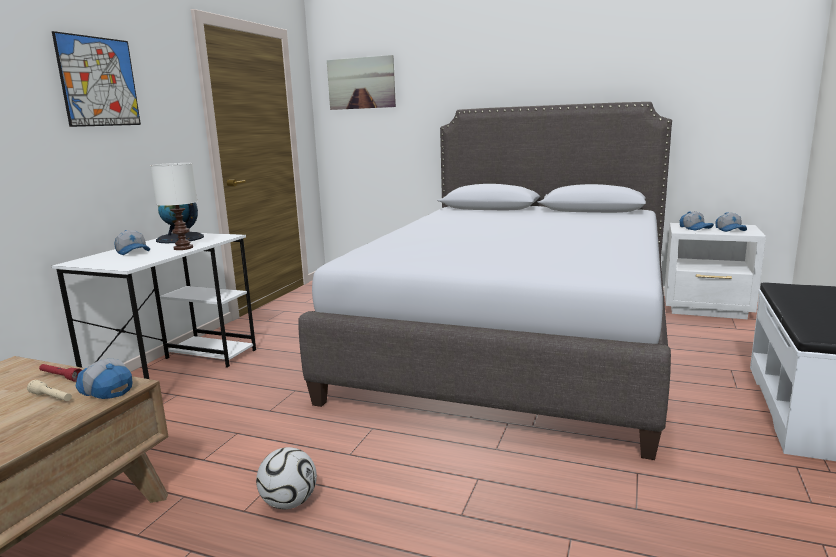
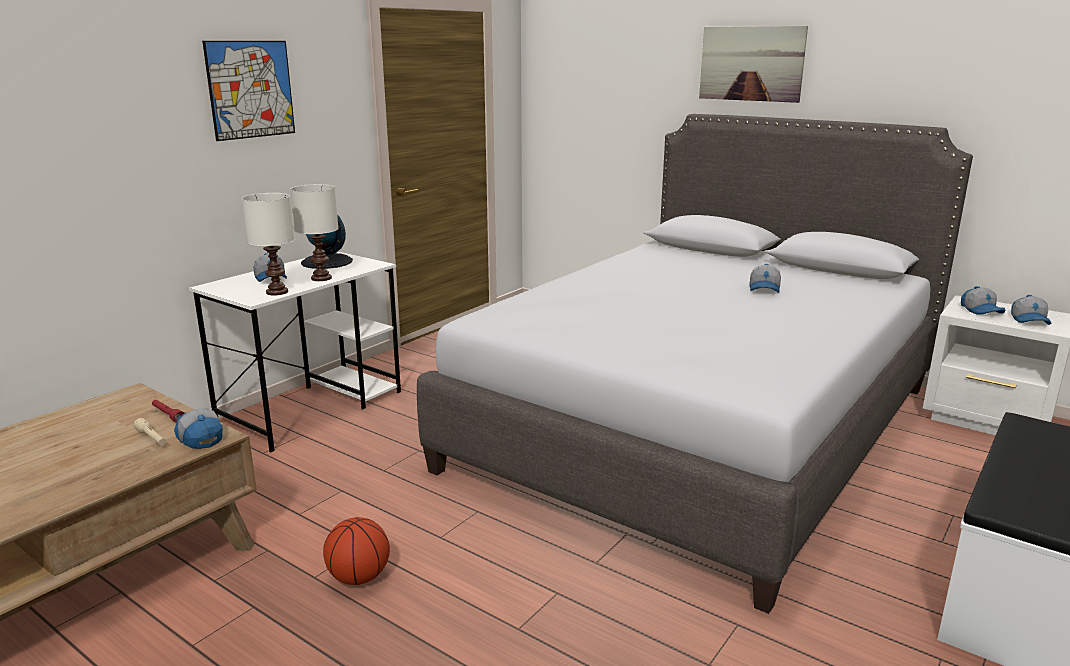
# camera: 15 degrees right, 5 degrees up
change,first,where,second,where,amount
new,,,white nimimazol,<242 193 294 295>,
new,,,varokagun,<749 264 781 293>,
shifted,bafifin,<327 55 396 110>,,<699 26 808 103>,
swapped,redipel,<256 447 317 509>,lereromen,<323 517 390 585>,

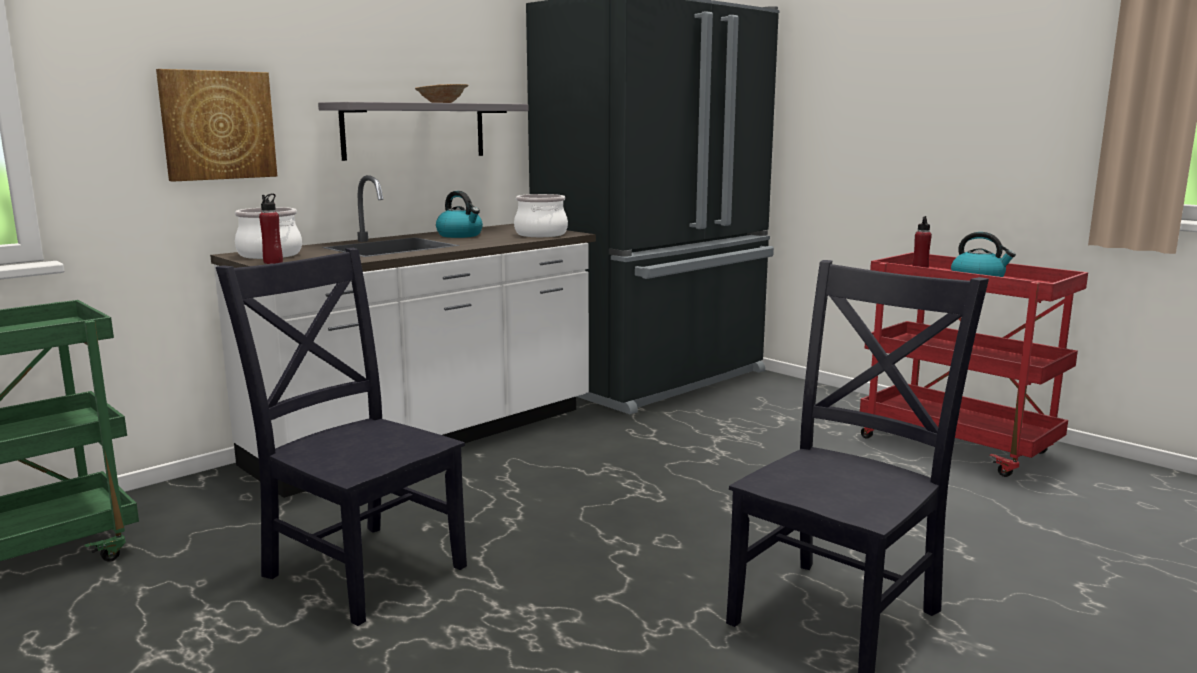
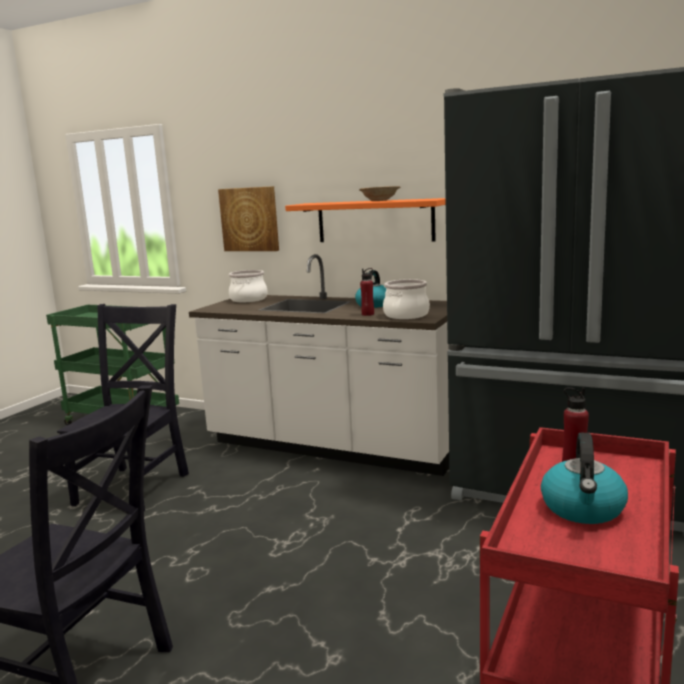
# camera: 70 degrees right, 0 degrees up
change,first,where,second,where,amount
shifted,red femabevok,<259 194 283 264>,,<360 268 374 316>,
repainted,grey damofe,<318 102 529 161>,orange damofe,<285 198 446 242>,

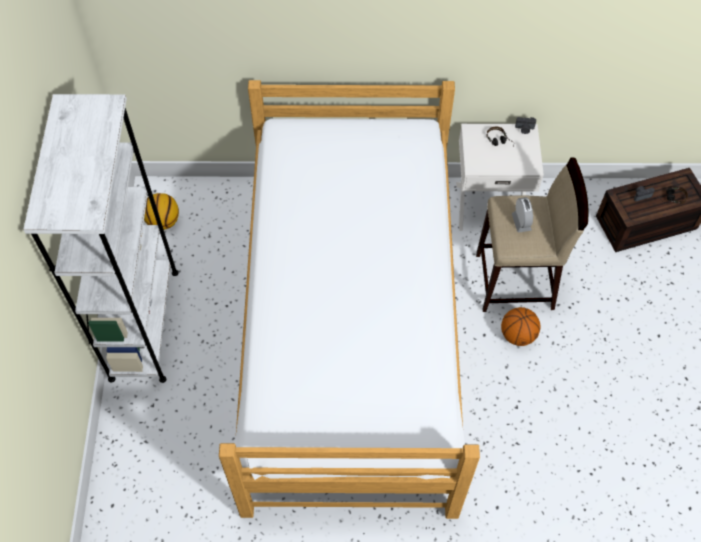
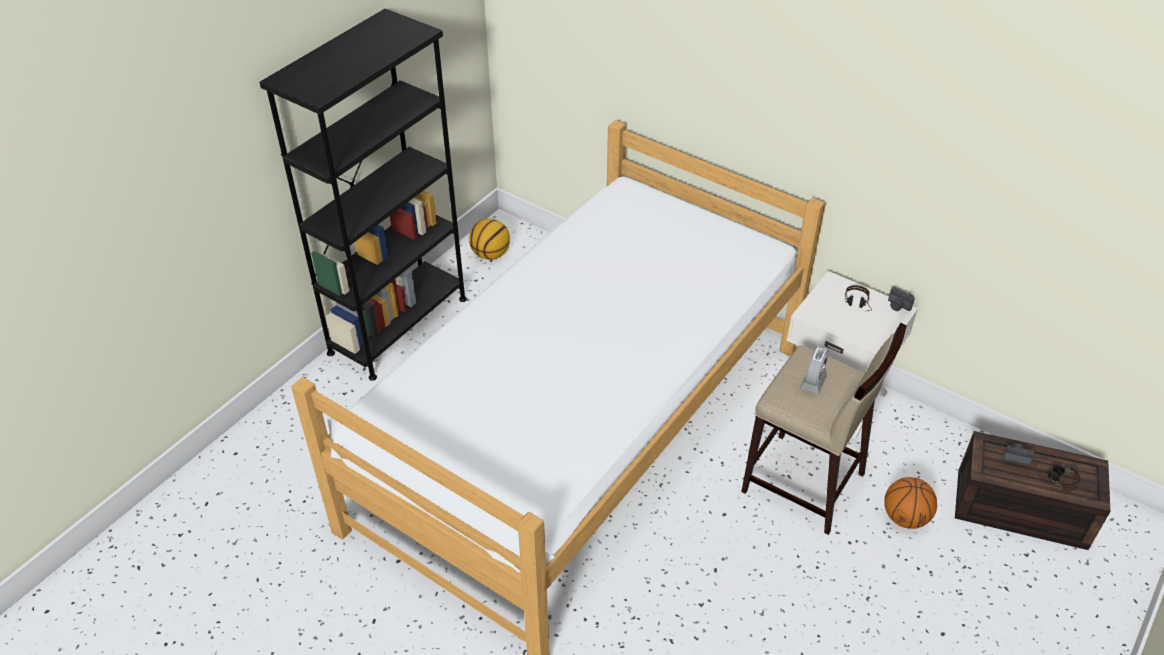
# camera: 35 degrees right, 15 degrees down
change,first,where,second,where,amount
shifted,lereromen,<501 307 540 346>,,<884 477 937 529>,
repainted,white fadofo,<23 94 179 383>,black fadofo,<259 9 467 381>,

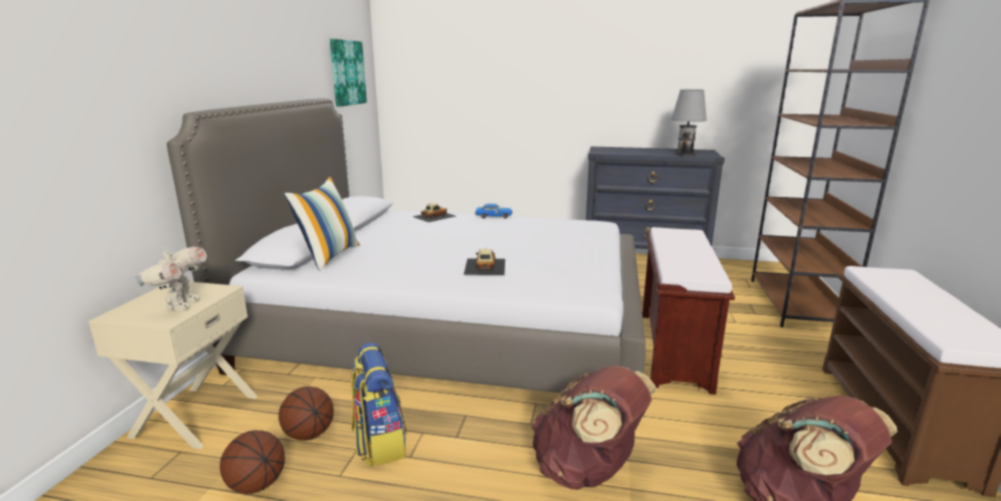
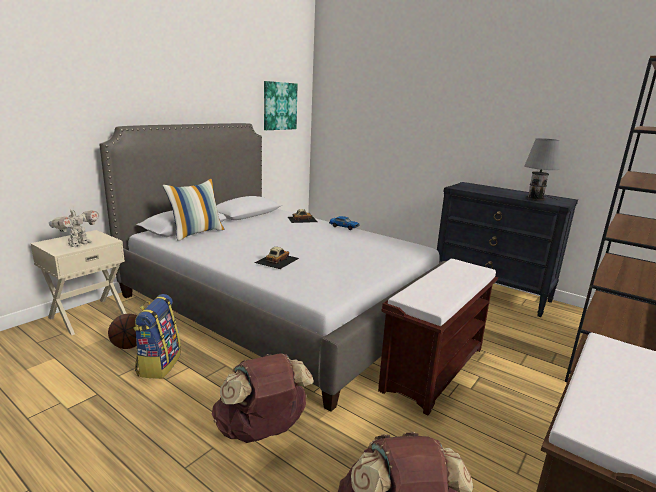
# camera: 25 degrees right, 0 degrees up
change,first,where,second,where,amount
gone,lereromen,<220 430 285 494>,,,

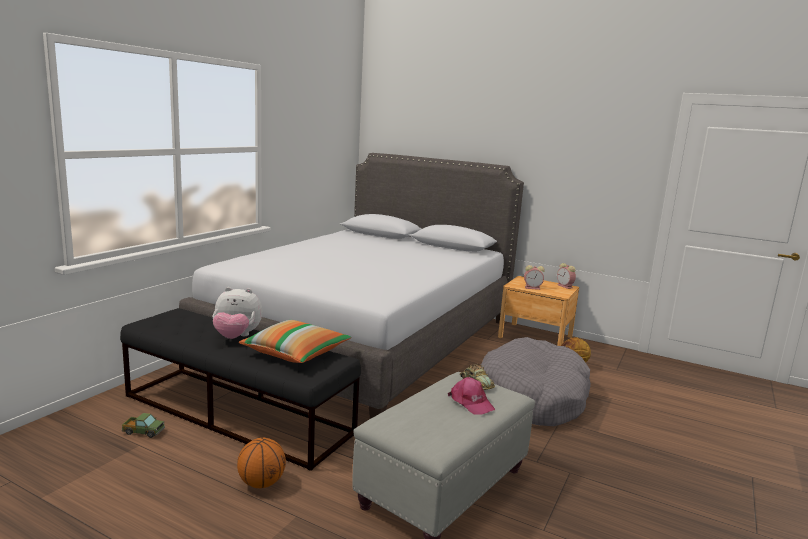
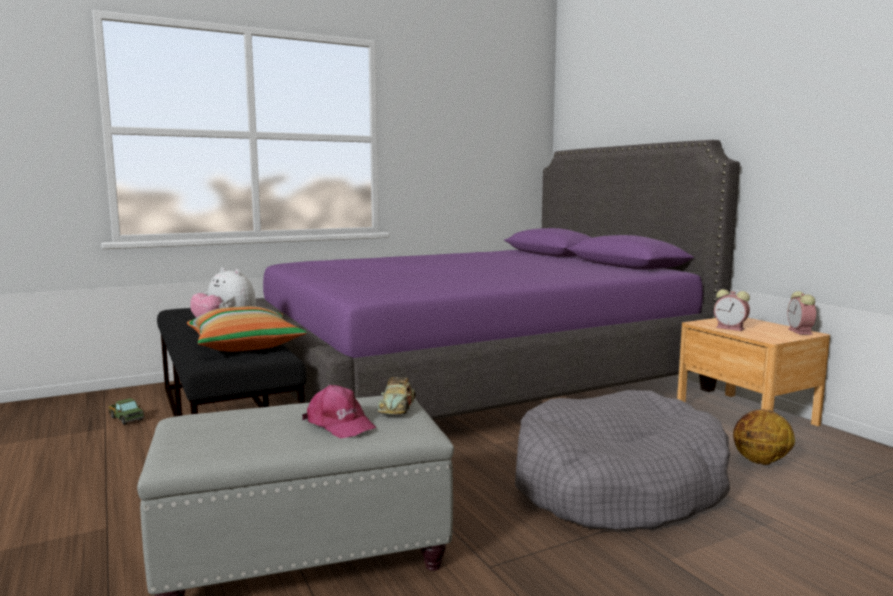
# camera: 35 degrees right, 5 degrees down
change,first,where,second,where,amount
gone,lereromen,<237 438 286 488>,,,
repainted,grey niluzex,<179 153 524 419>,purple niluzex,<256 140 740 420>,
rotated,pink varokagun,<448 377 495 414>,,<302 385 377 438>,45 degrees counterclockwise

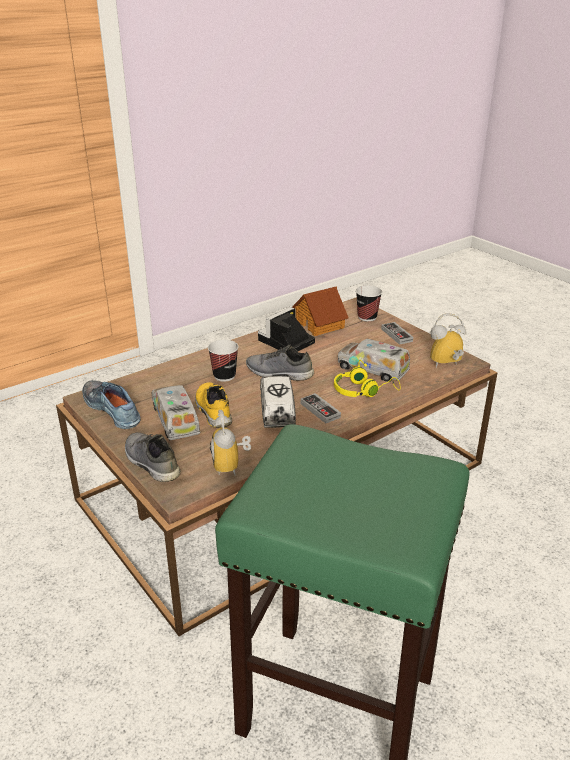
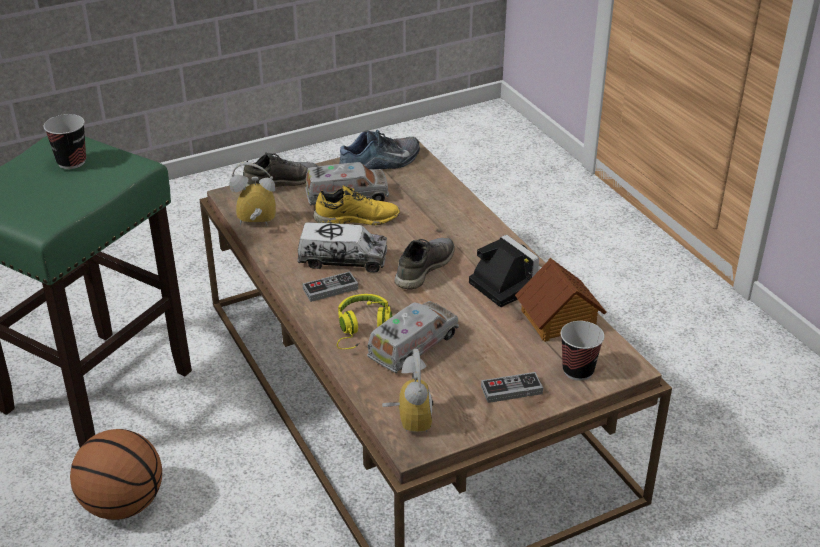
# camera: 100 degrees right, 5 degrees up
change,first,where,second,where,amount
new,,,lereromen,<70 429 162 520>,
shifted,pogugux,<208 340 239 382>,,<44 114 86 169>,

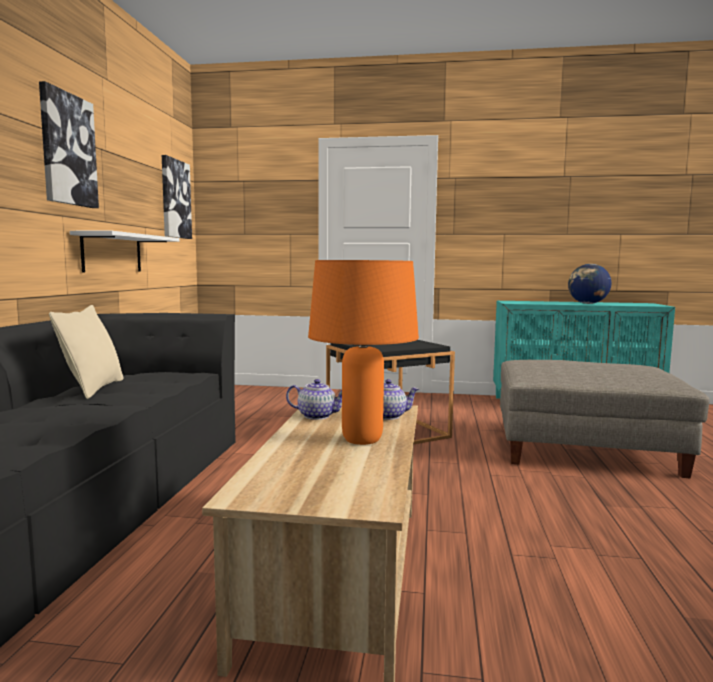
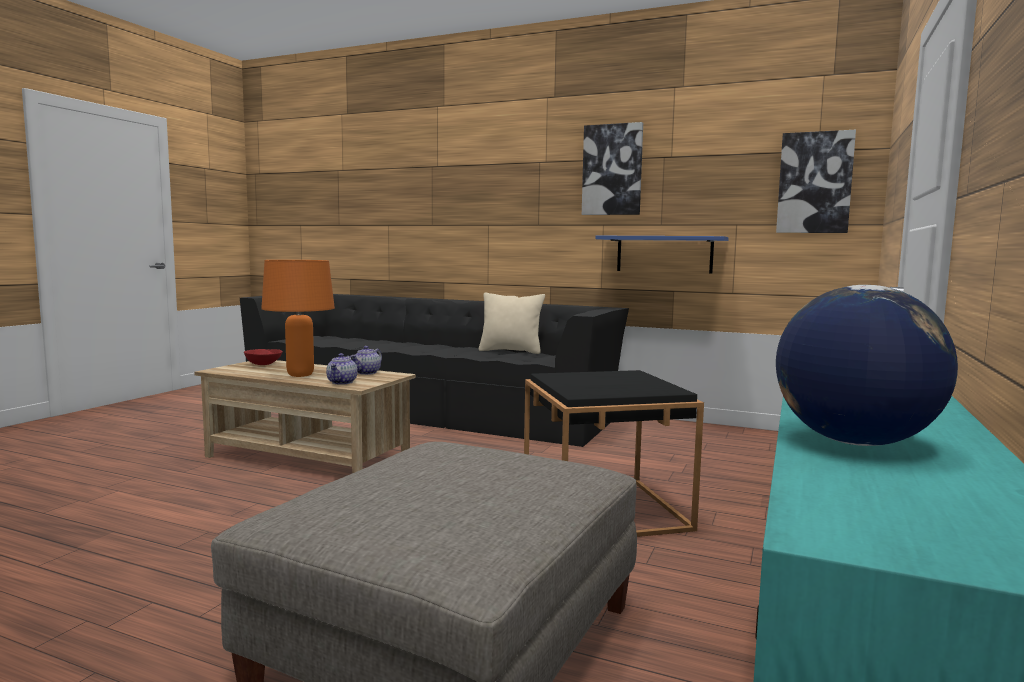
# camera: 105 degrees right, 0 degrees up
change,first,where,second,where,amount
new,,,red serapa,<244 349 283 365>,
repainted,white damofe,<70 231 179 272>,blue damofe,<596 236 729 273>,

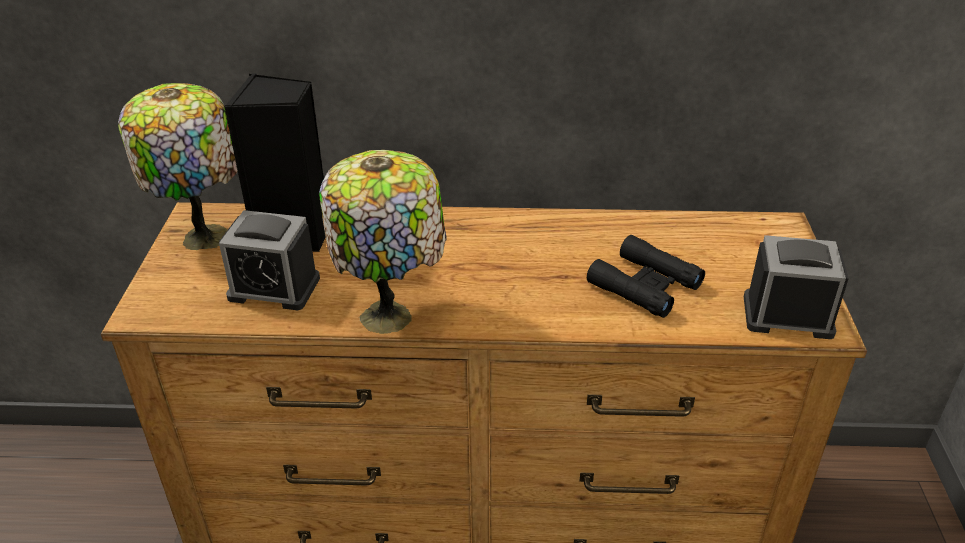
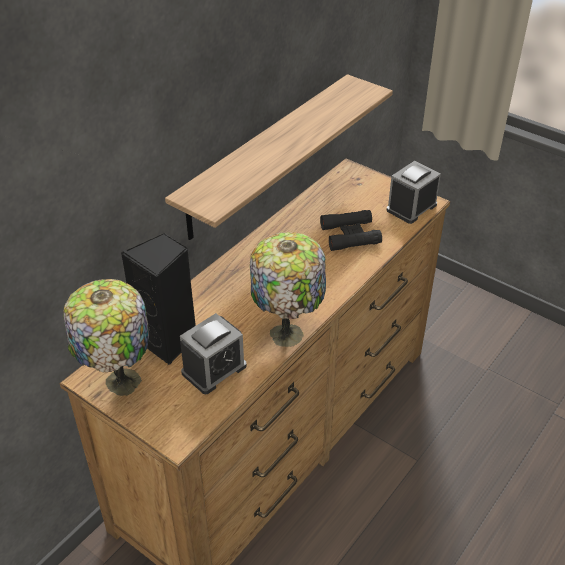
# camera: 55 degrees left, 5 degrees up
change,first,where,second,where,amount
new,,,damofe,<165 74 393 240>,

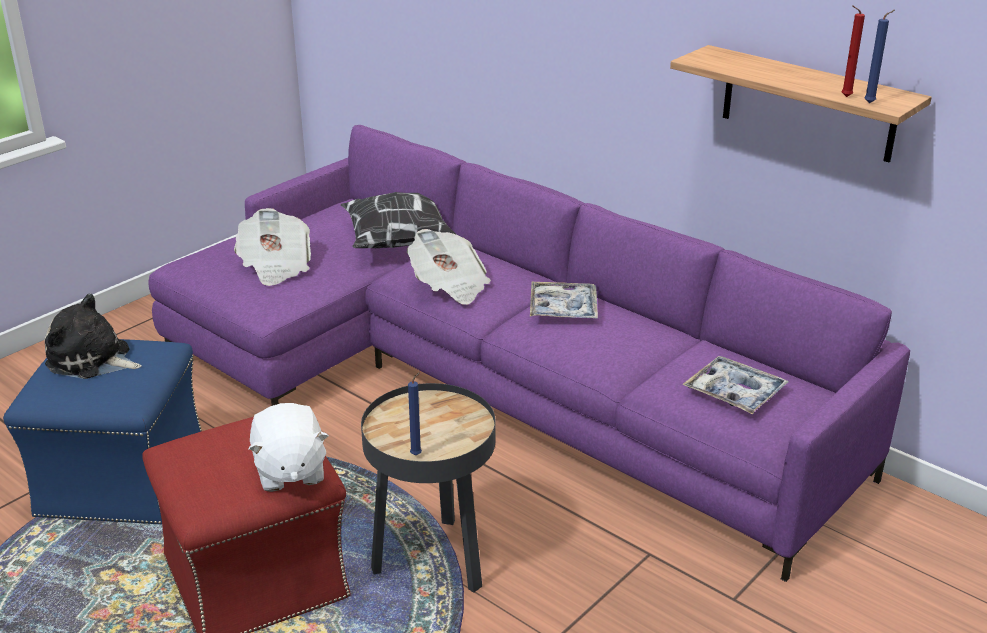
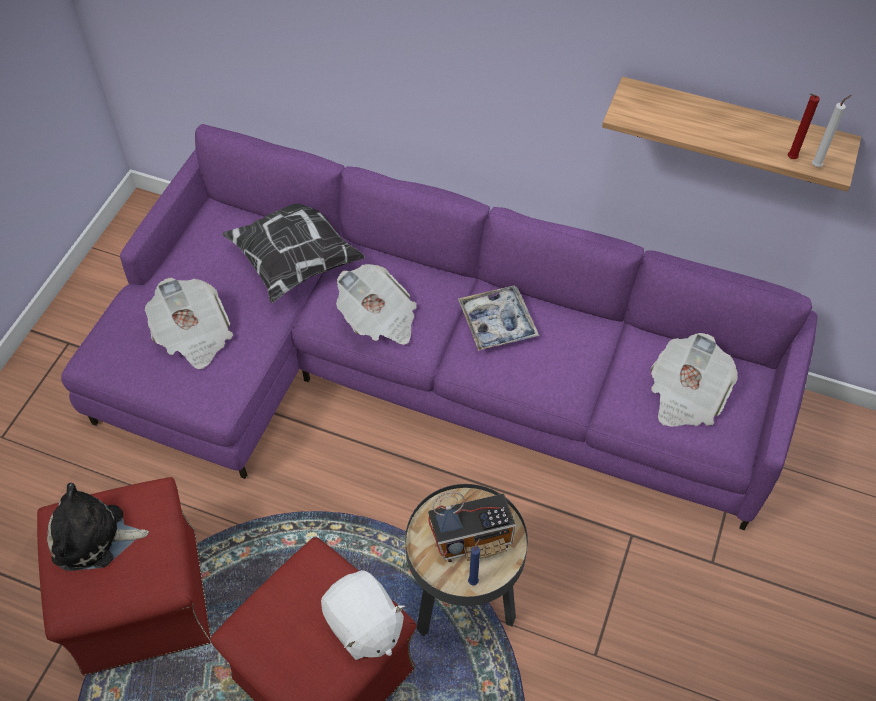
# camera: 20 degrees left, 25 degrees up
change,first,where,second,where,amount
new,,,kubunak,<428 492 516 562>,
swapped,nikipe,<682 356 789 414>,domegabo,<651 333 738 427>,
repainted,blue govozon,<3 339 202 524>,red govozon,<37 477 211 676>,
repainted,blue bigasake,<864 10 895 103>,white bigasake,<812 95 851 167>,

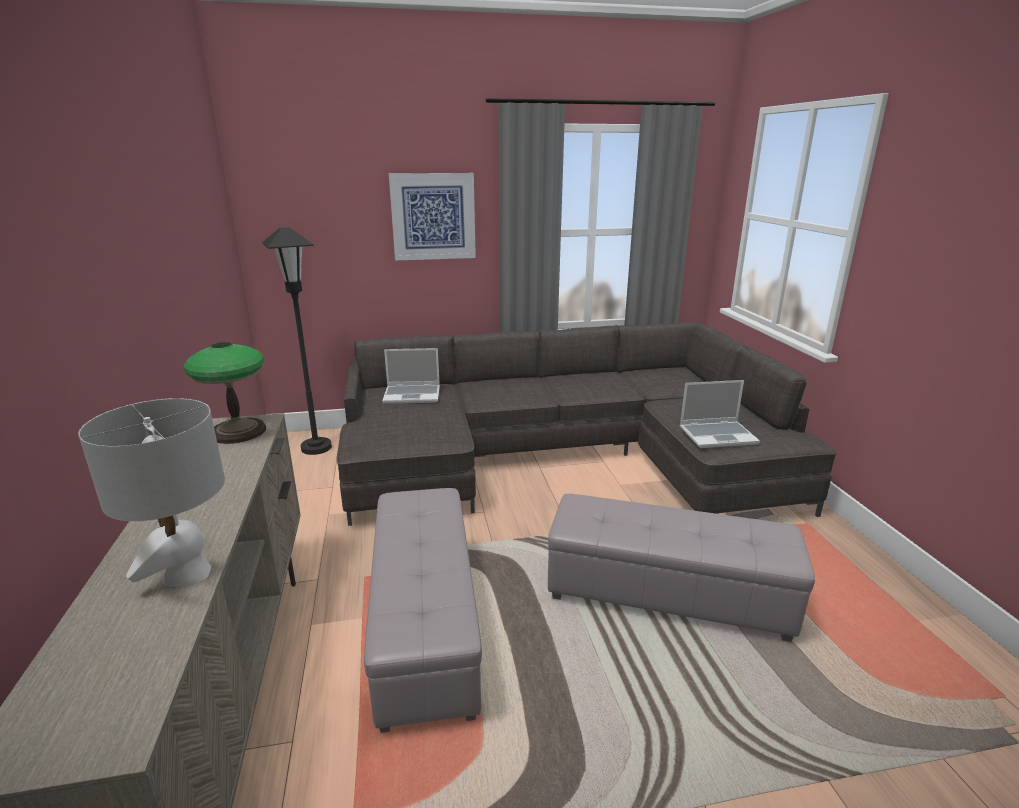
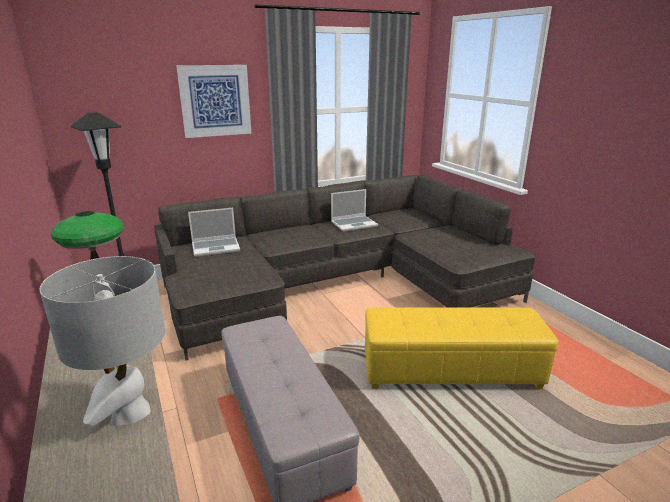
# camera: 15 degrees left, 0 degrees up
change,first,where,second,where,amount
shifted,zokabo,<680 380 760 448>,,<331 189 378 232>,
repainted,grey govozon,<548 494 815 642>,yellow govozon,<365 307 558 389>,

